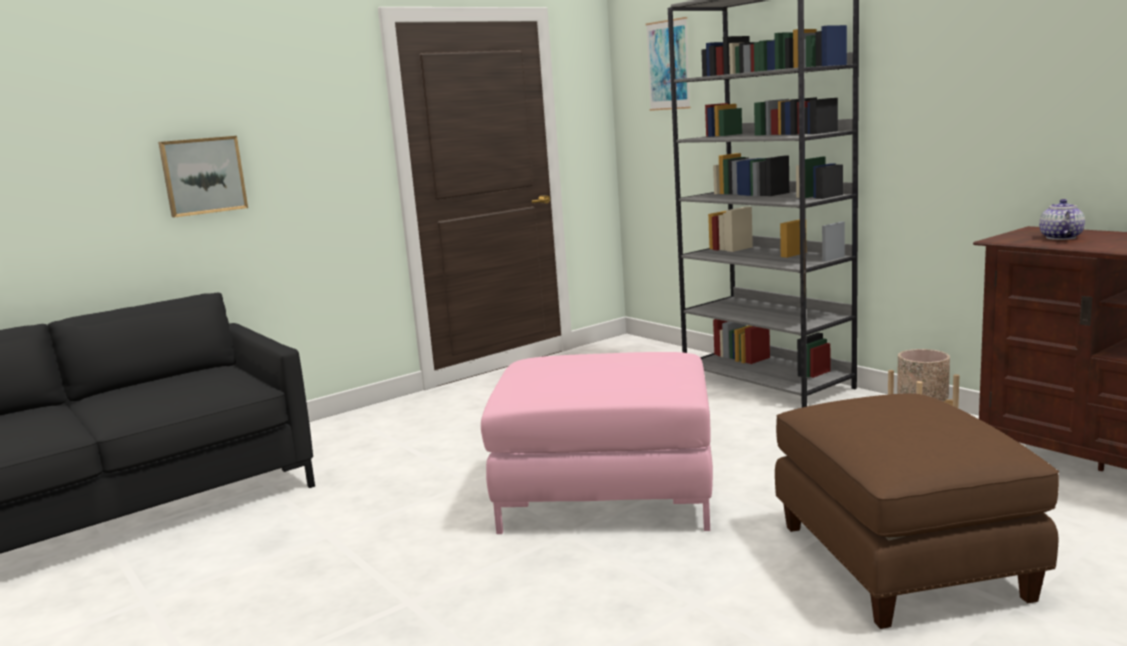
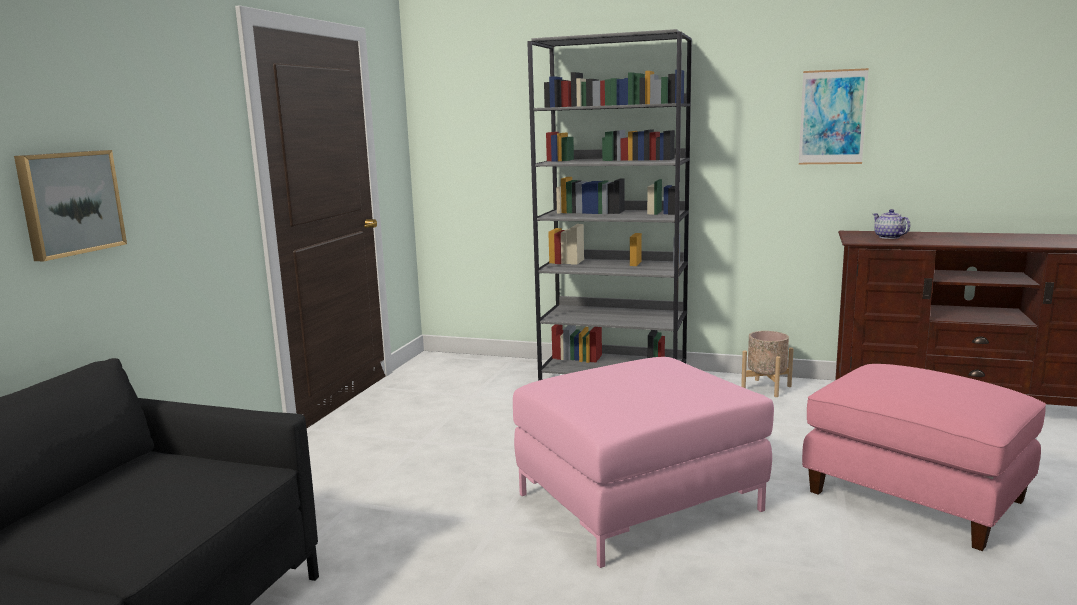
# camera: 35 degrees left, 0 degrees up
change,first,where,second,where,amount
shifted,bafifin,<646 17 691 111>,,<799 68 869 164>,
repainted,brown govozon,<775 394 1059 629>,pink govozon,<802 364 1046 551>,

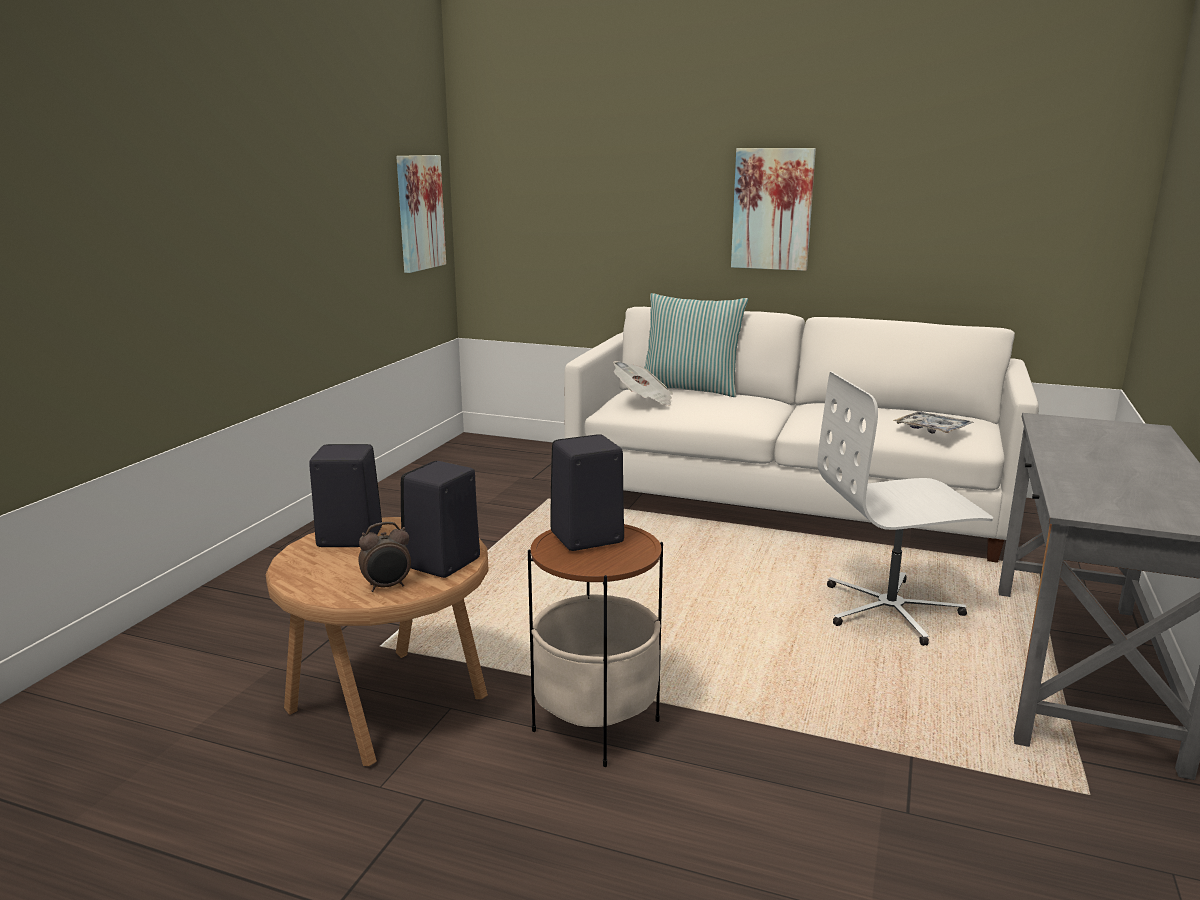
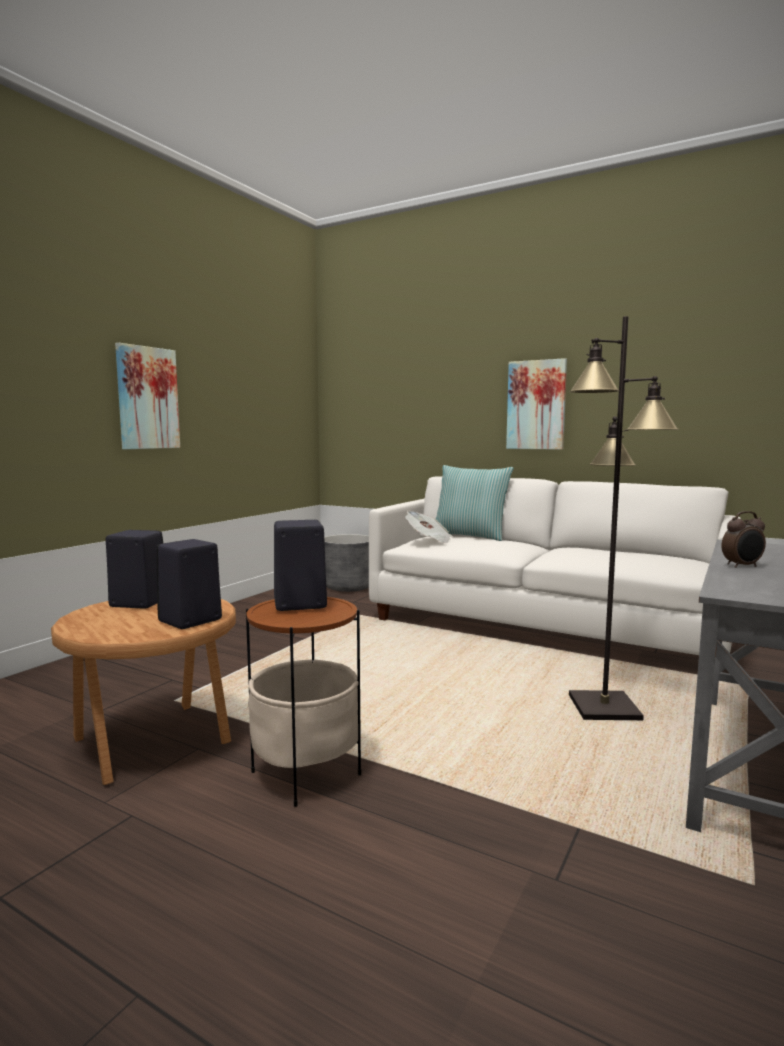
# camera: 10 degrees right, 10 degrees down
change,first,where,second,where,amount
gone,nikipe,<893 411 974 434>,,,
new,,,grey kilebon,<324 534 369 592>,
shifted,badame,<358 522 411 592>,,<722 511 766 568>,
shifted,bafifin,<396 155 446 273>,,<115 343 180 449>,
swapped,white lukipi,<817 371 993 646>,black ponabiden,<569 316 678 720>,

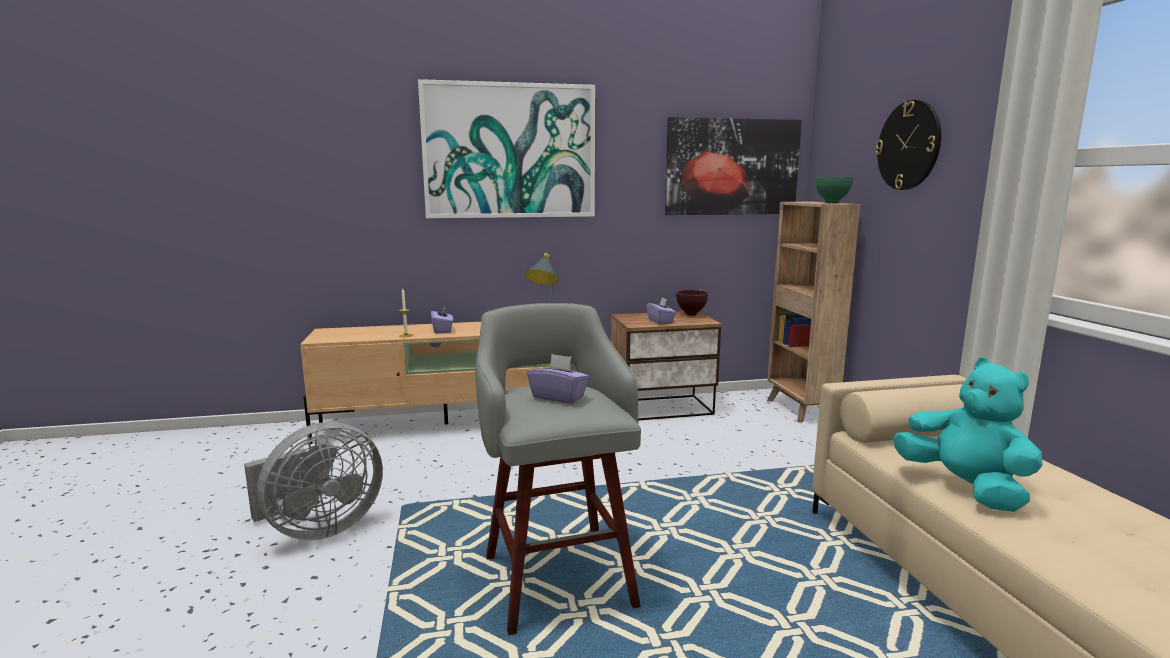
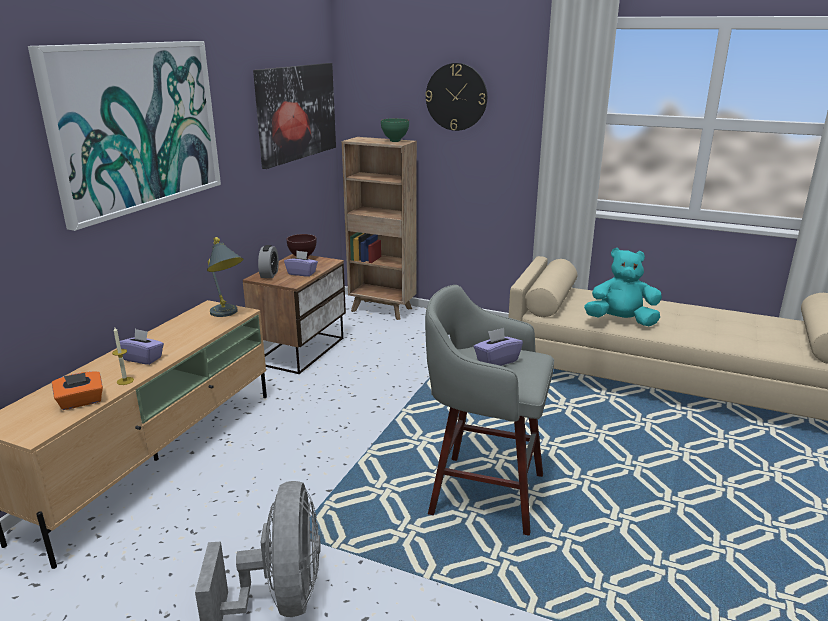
# camera: 55 degrees left, 10 degrees up
change,first,where,second,where,amount
new,,,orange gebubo,<52 371 103 410>,
new,,,badame,<258 245 279 278>,

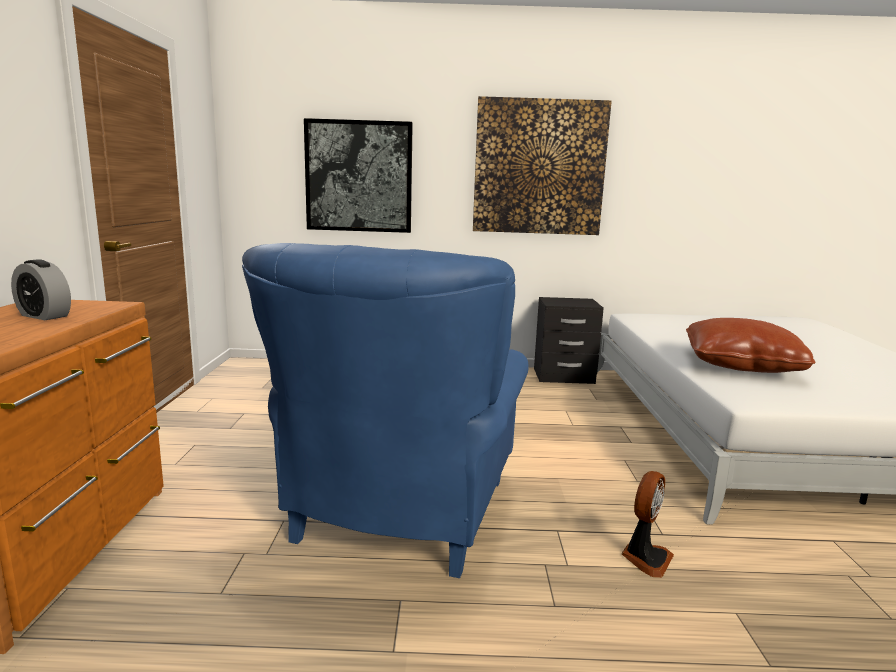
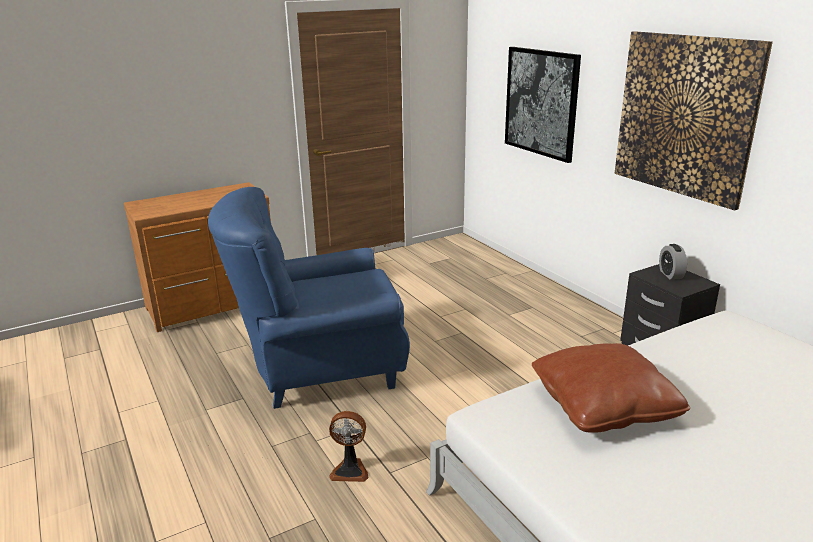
# camera: 60 degrees right, 10 degrees up
change,first,where,second,where,amount
shifted,badame,<11 259 71 320>,,<659 244 687 280>,

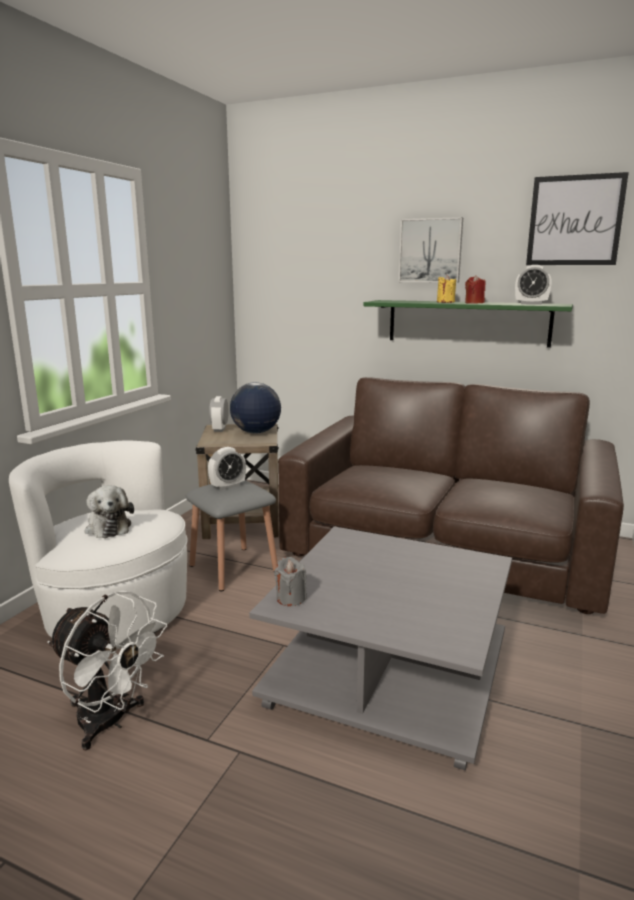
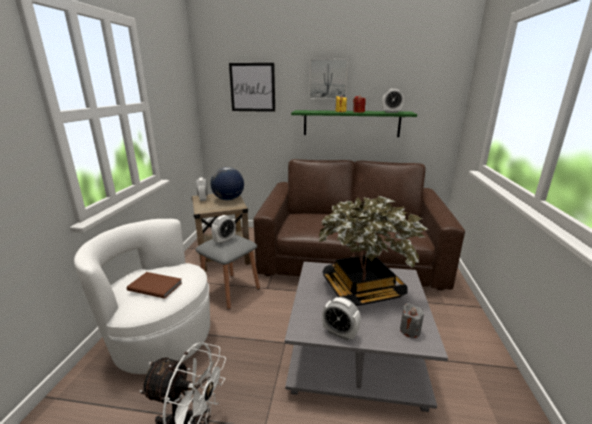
# camera: 15 degrees left, 5 degrees up
change,first,where,second,where,amount
new,,,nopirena,<319 196 428 306>,
new,,,badame,<322 297 361 341>,
shifted,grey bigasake,<274 557 307 606>,,<400 303 424 338>,
shifted,bafifin,<526 172 629 265>,,<229 63 275 112>,
swapped,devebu,<85 485 134 538>,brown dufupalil,<127 272 182 299>,

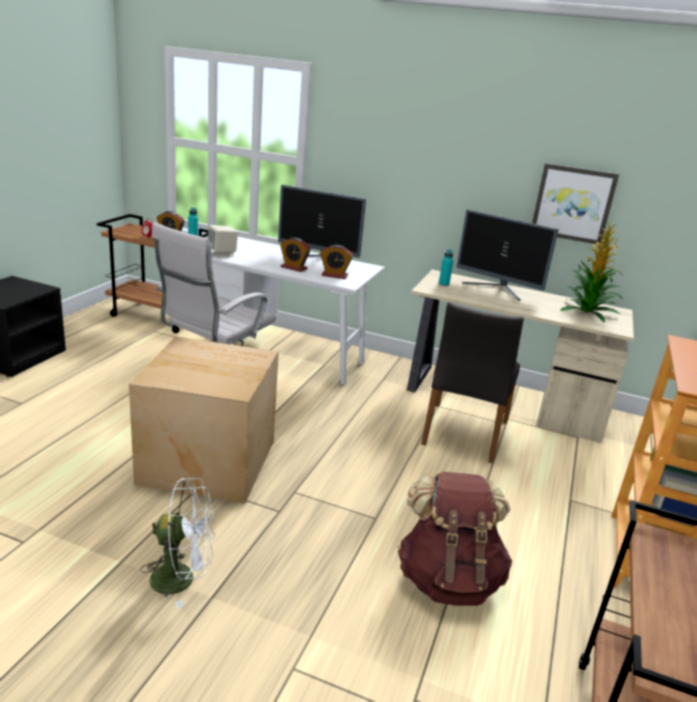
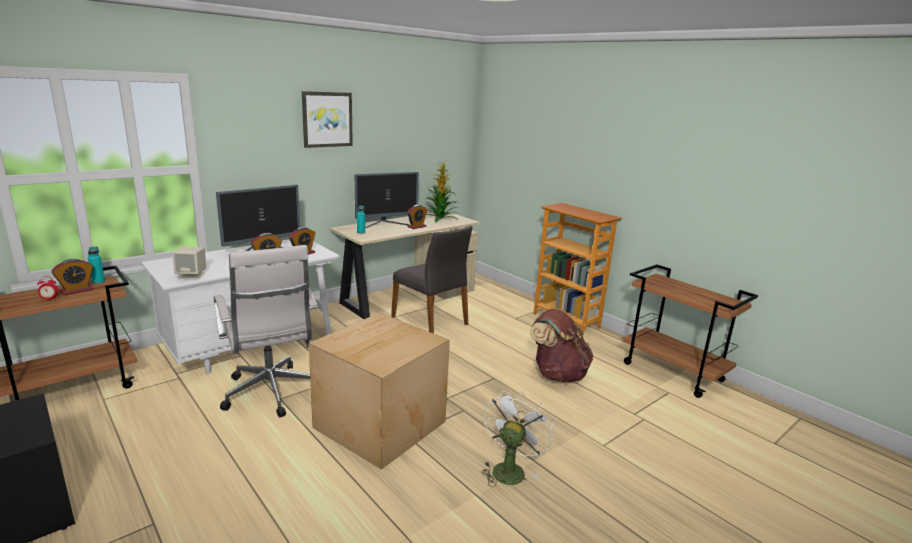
# camera: 60 degrees left, 5 degrees down
change,first,where,second,where,amount
new,,,badame,<407 205 427 229>,
shifted,bafifin,<532 163 619 244>,,<302 91 353 148>,

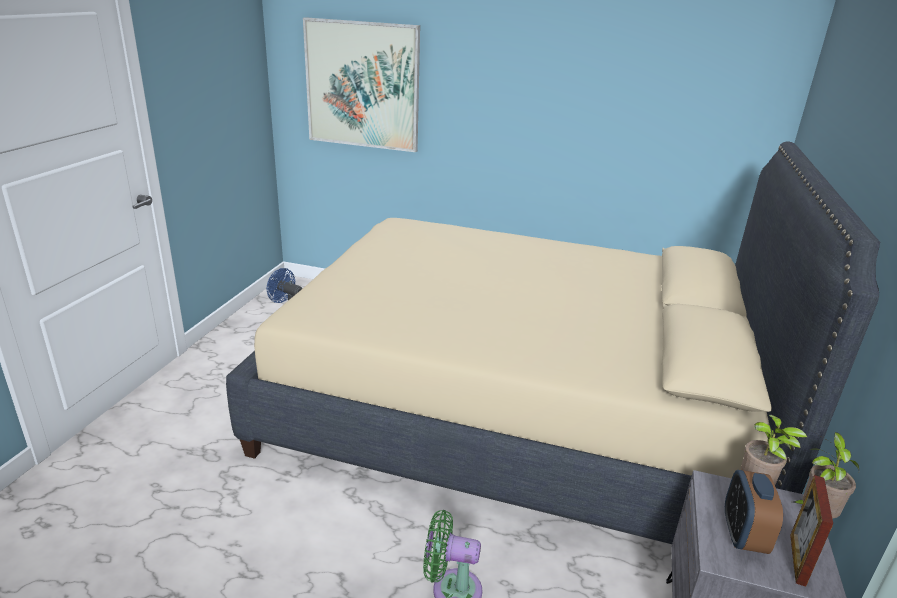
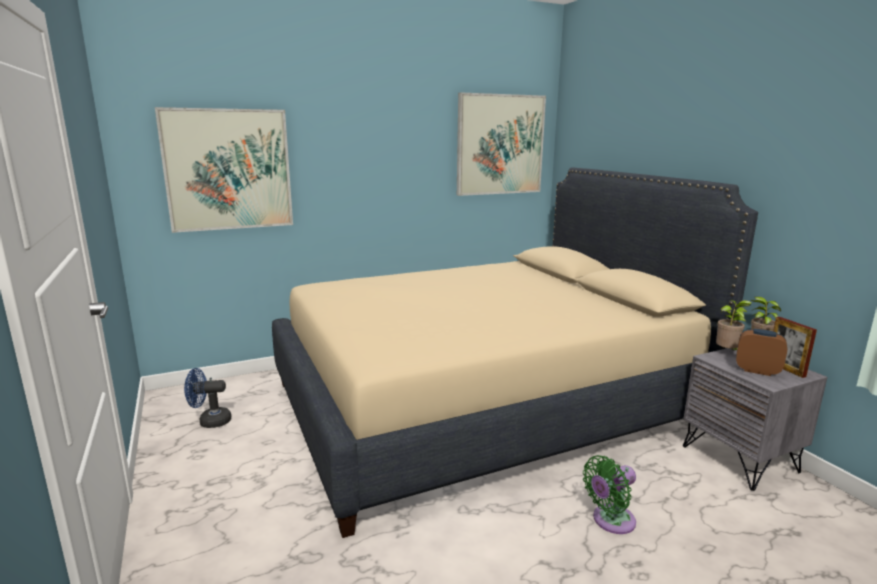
# camera: 40 degrees left, 10 degrees down
change,first,where,second,where,amount
new,,,bafifin,<457 92 546 196>,
rotated,badame,<725 470 783 554>,,<736 329 787 376>,150 degrees clockwise

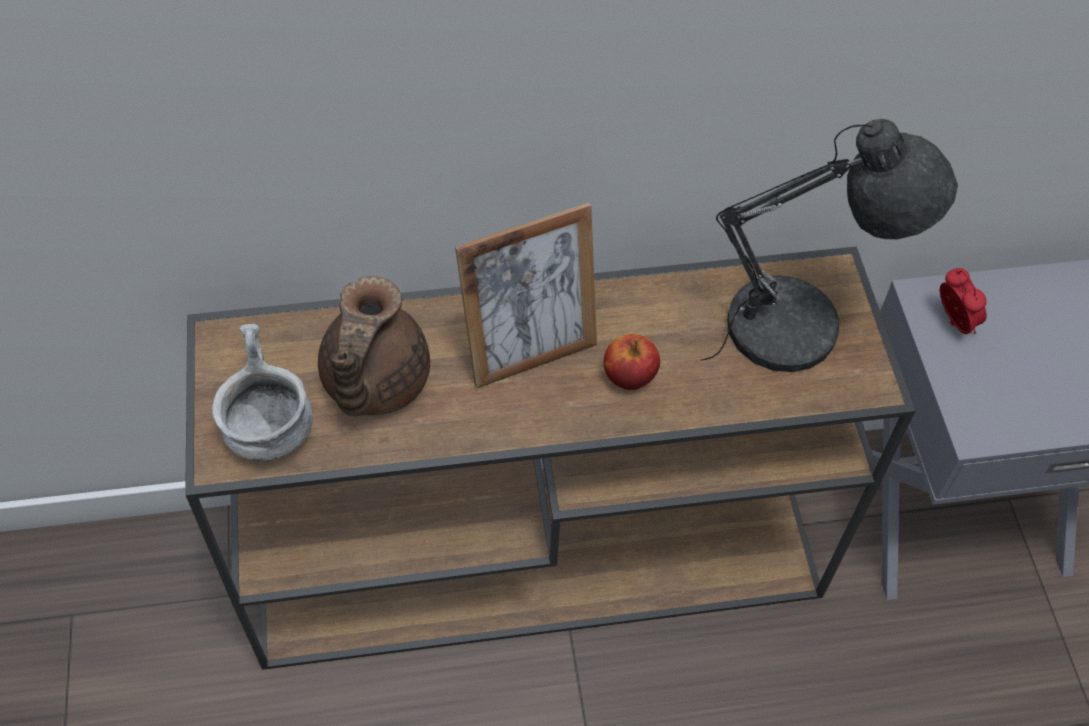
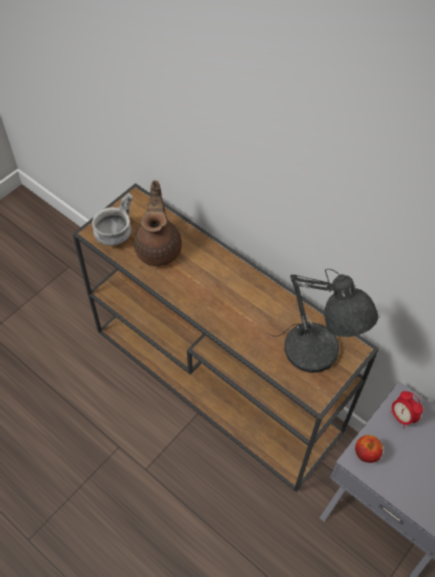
# camera: 50 degrees right, 0 degrees up
change,first,where,second,where,amount
gone,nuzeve,<455 203 597 388>,,,
shifted,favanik,<604 334 660 390>,,<355 435 383 463>,
rotated,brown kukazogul,<318 276 430 416>,,<134 180 182 266>,120 degrees clockwise
rotated,badame,<940 268 987 334>,,<390 391 423 428>,120 degrees clockwise

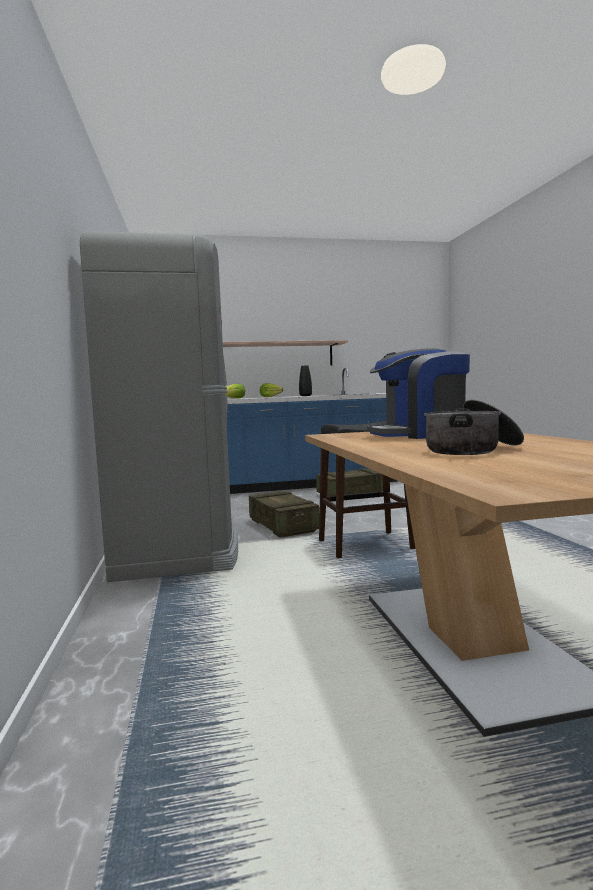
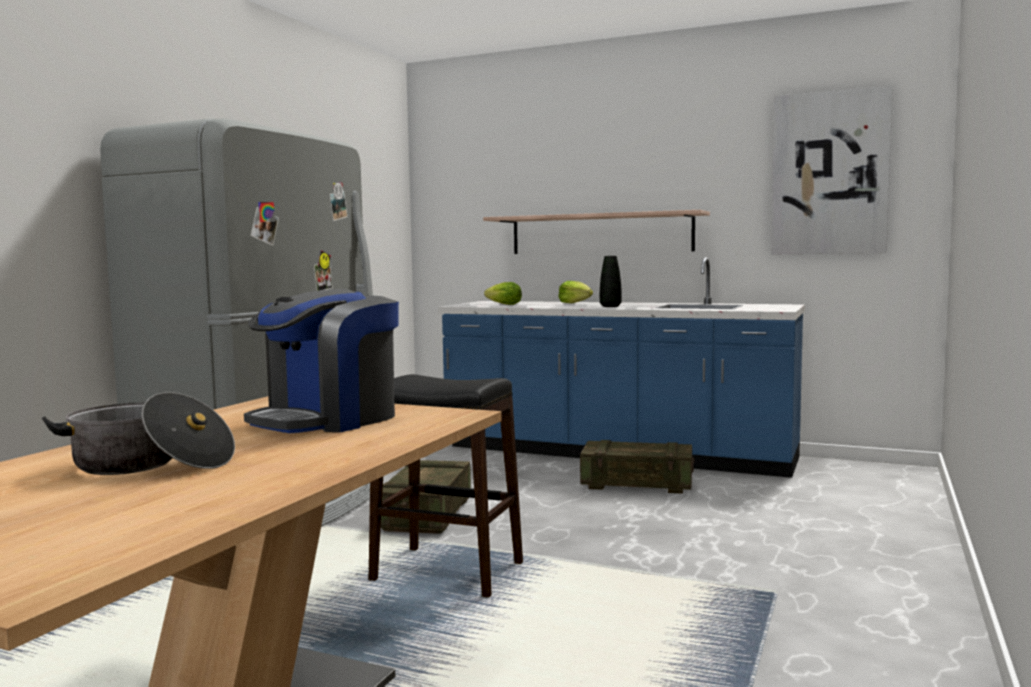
# camera: 35 degrees right, 0 degrees up
change,first,where,second,where,amount
new,,,bafifin,<771 86 893 254>,
rotated,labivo,<367 348 470 439>,,<244 289 399 433>,75 degrees counterclockwise

